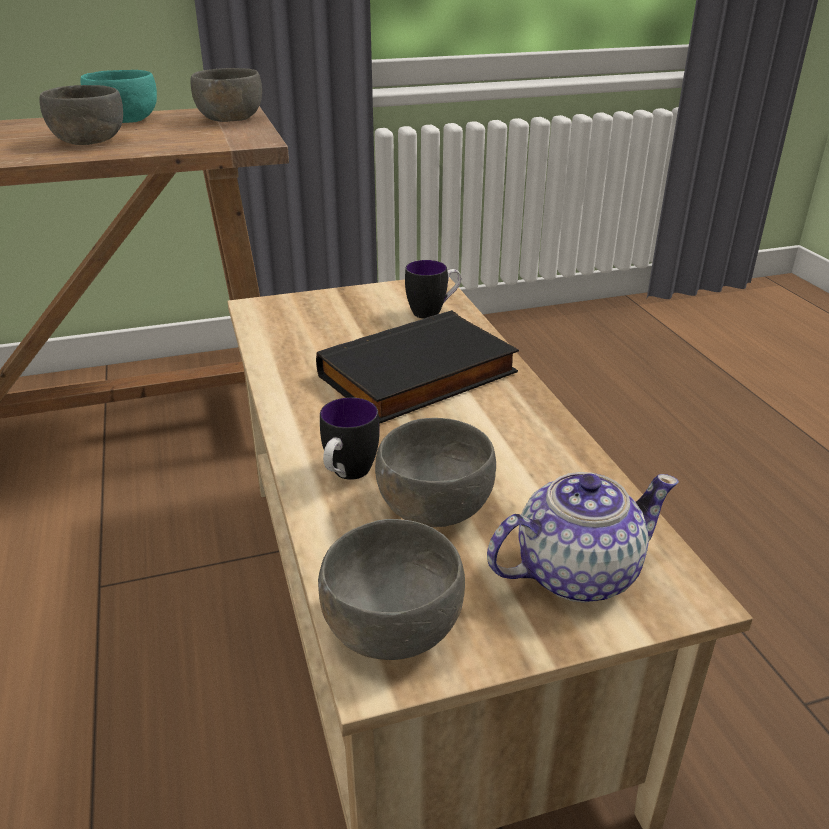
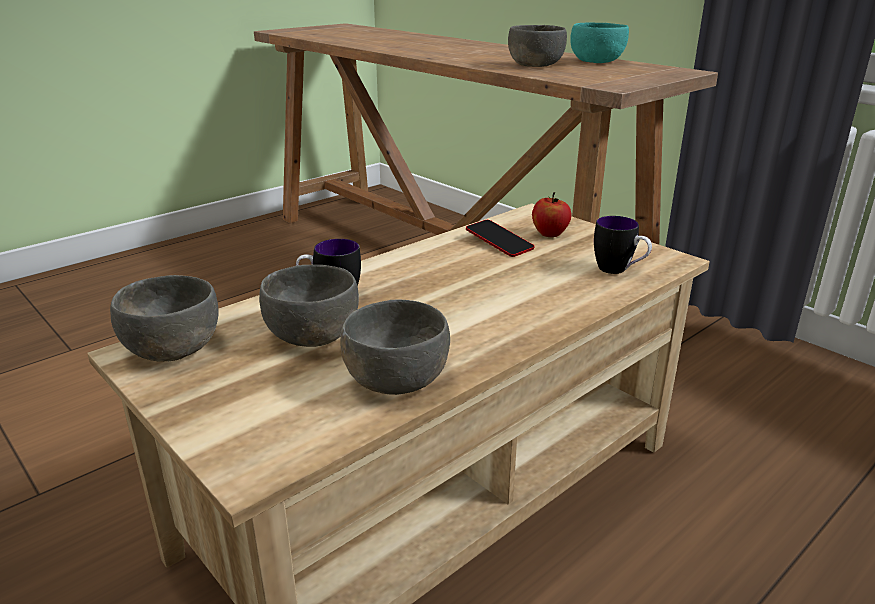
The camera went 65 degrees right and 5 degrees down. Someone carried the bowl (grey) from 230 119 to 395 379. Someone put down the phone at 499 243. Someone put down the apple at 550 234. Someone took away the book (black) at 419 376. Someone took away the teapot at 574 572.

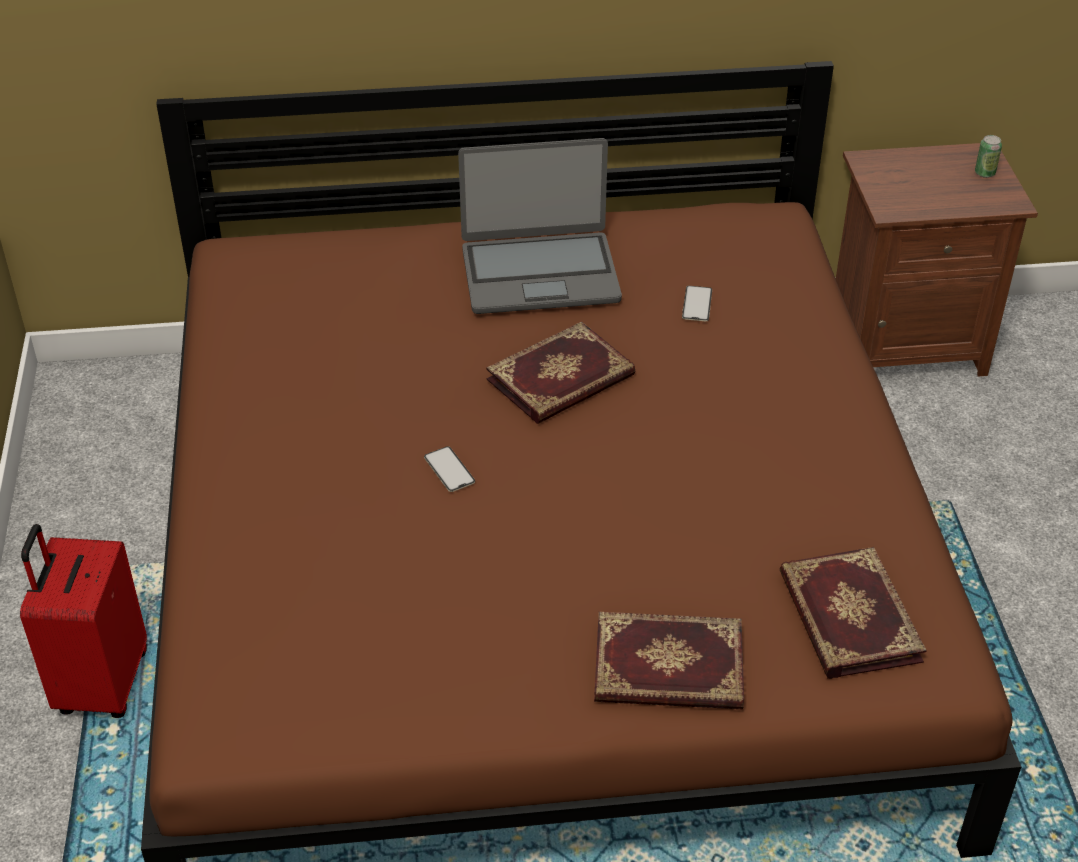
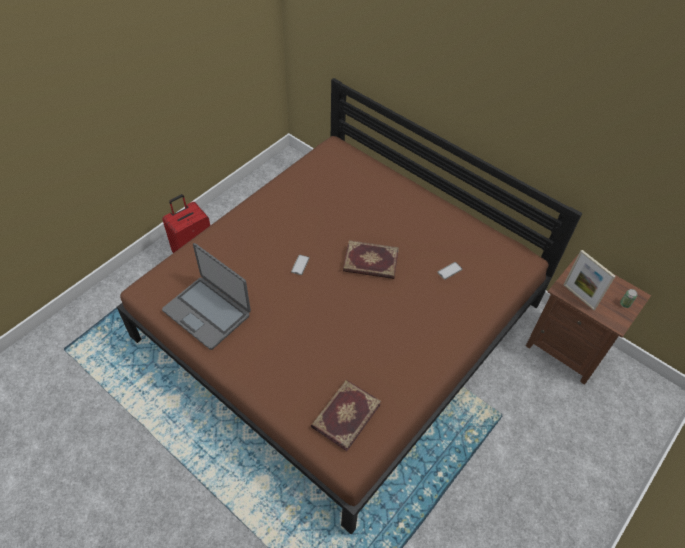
The camera went 45 degrees right and 10 degrees up. Someone carried the laptop from 540 273 to 207 312. Someone put down the picture frame at 579 296. Someone took away the book at 668 668.

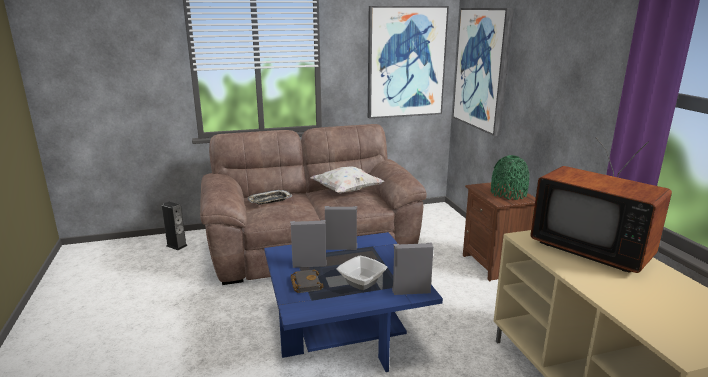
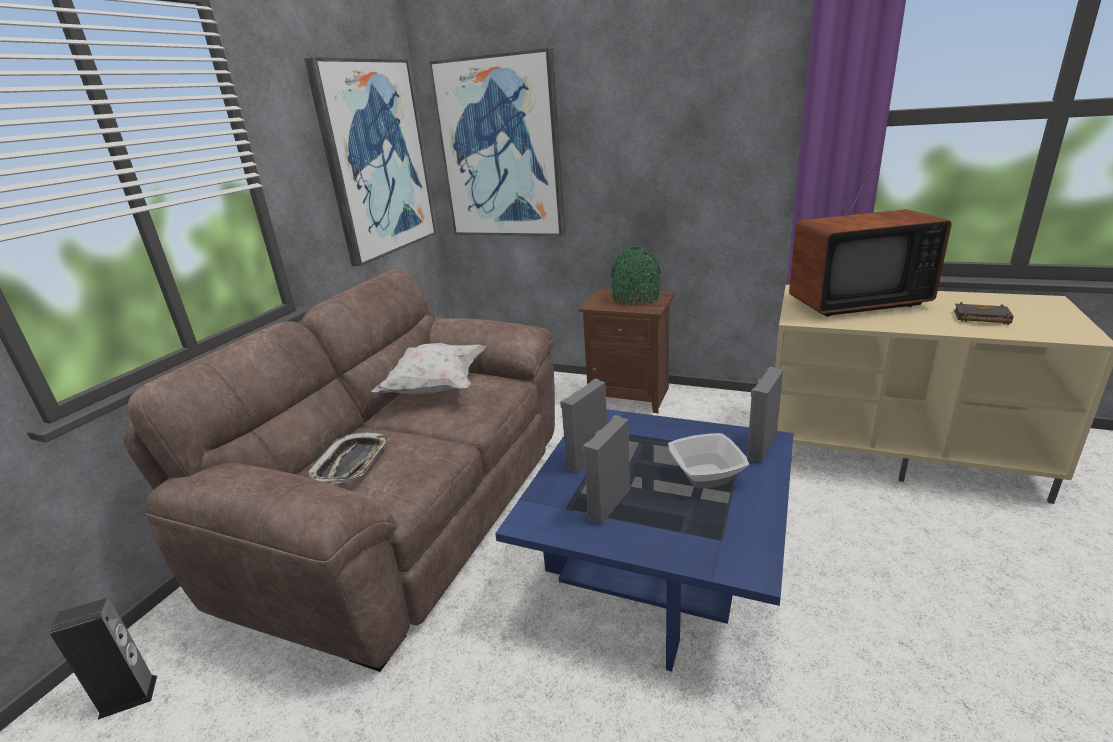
The camera went 50 degrees left and 5 degrees up. Someone carried the book (black) from 305 283 to 980 318.

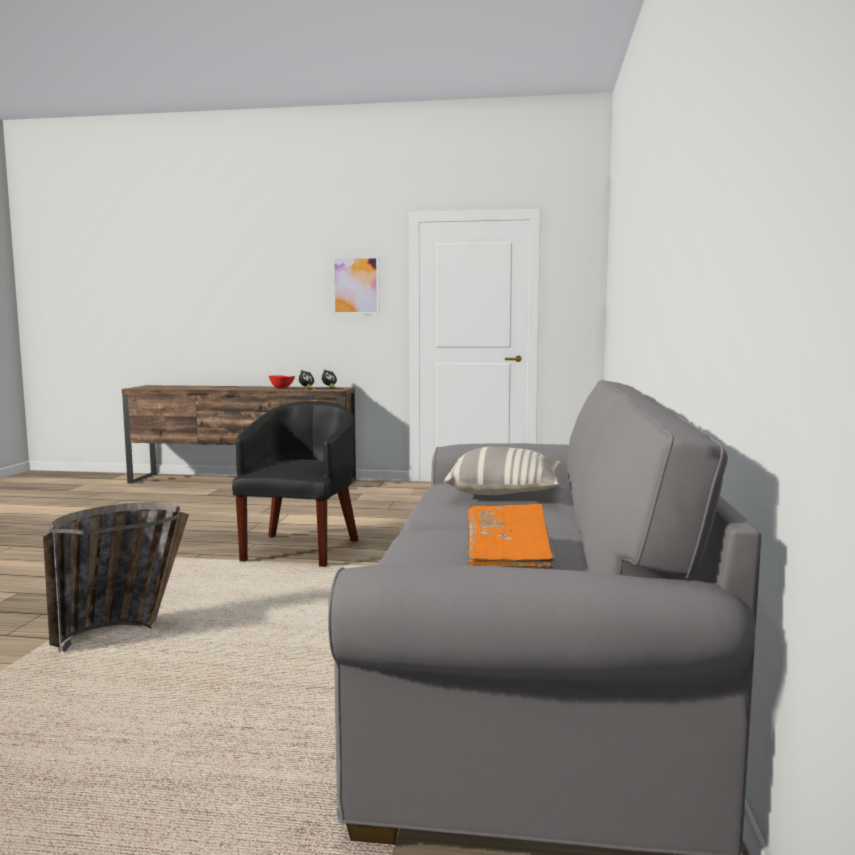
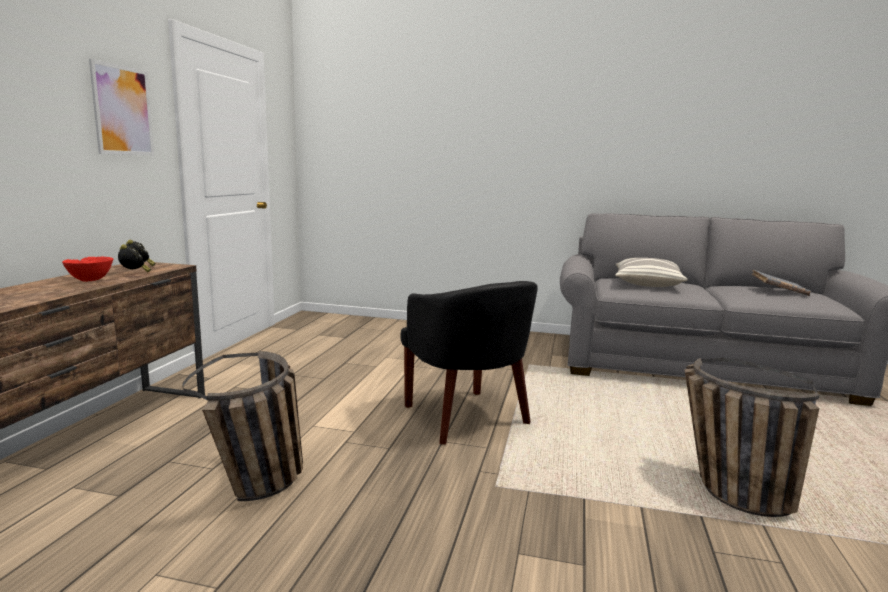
The camera went 85 degrees left and 5 degrees up. Someone put down the basket at 261 489. Someone rotated the armchair (black) at 301 549 by 135 degrees counterclockwise. Someone repainted the book (orange) at 508 555, which became the book (grey) at 779 291.

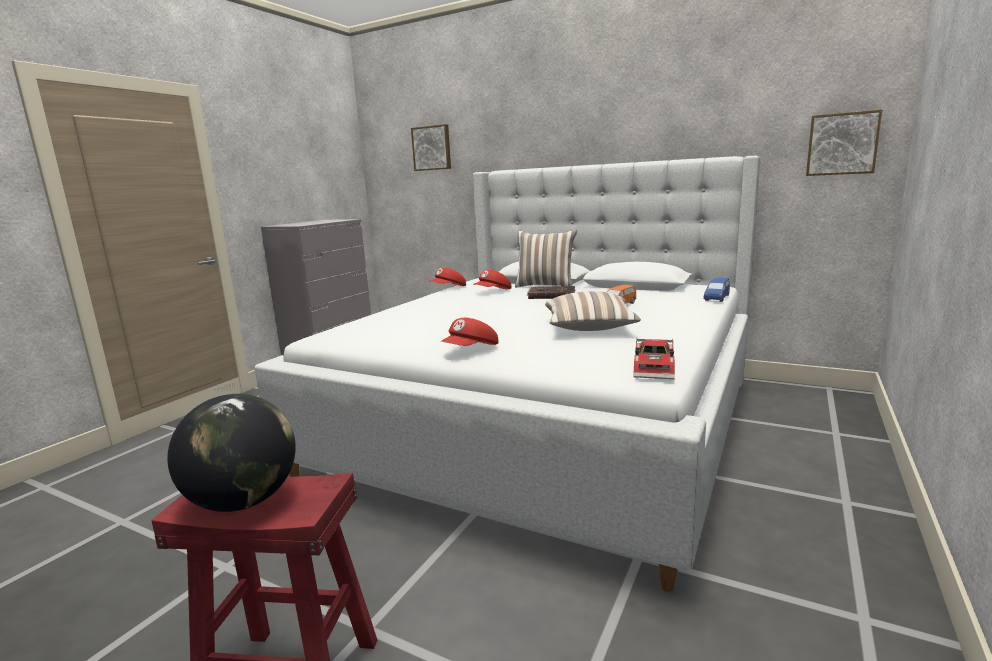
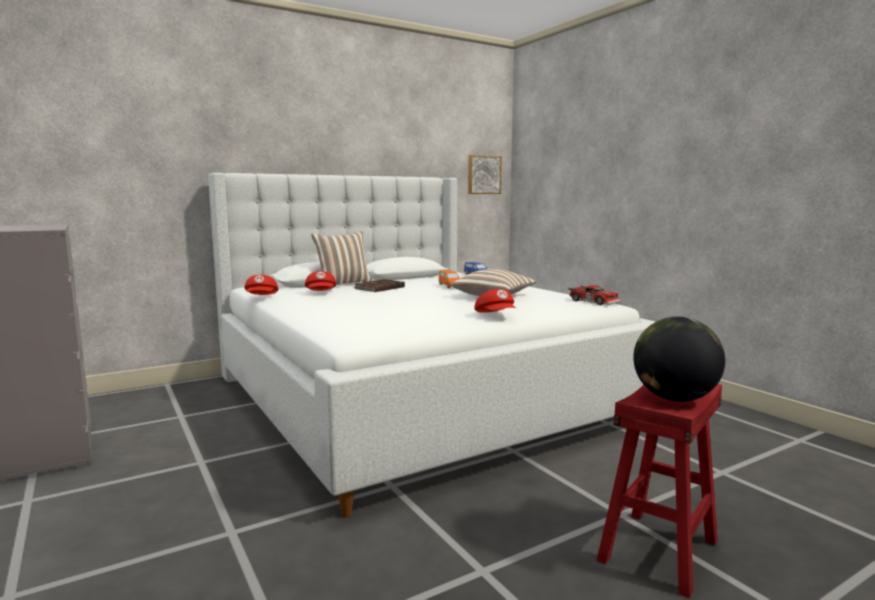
The camera went 60 degrees left and 5 degrees down. Someone took away the picture at 432 148.

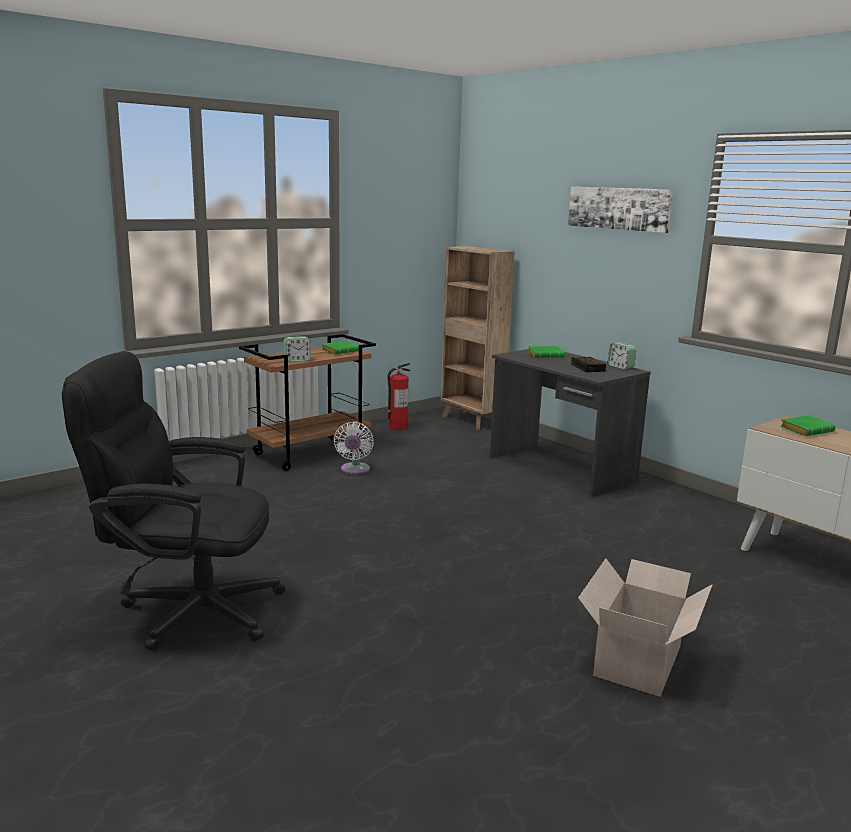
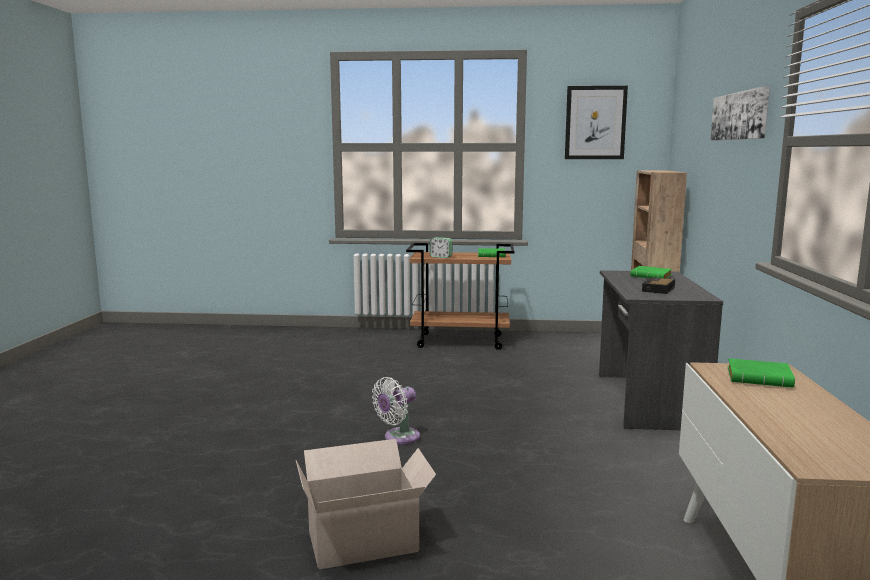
The camera went 45 degrees right and 5 degrees down. Someone carried the fan (white) from 354 470 to 398 437. Someone put up the picture at 595 123. Someone took away the office chair (black) at 187 609. Someone took away the fire extinguisher at 397 427. Someone took away the alarm clock at 620 367.

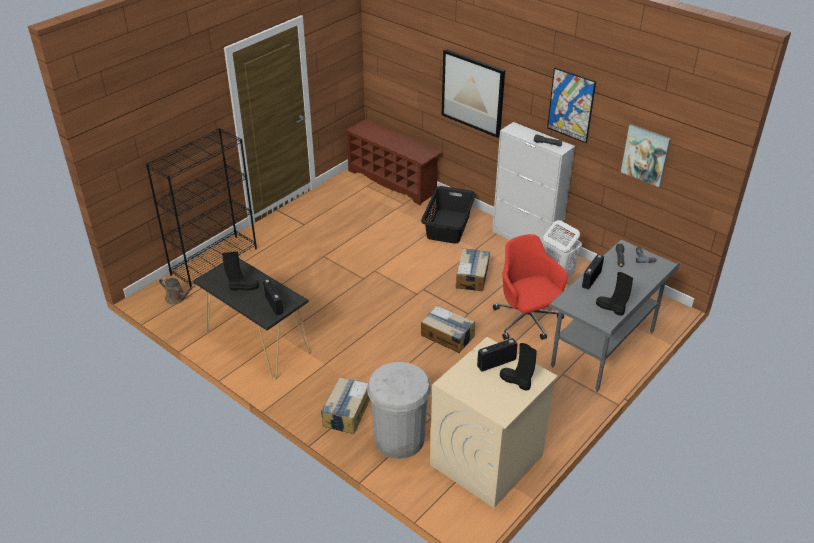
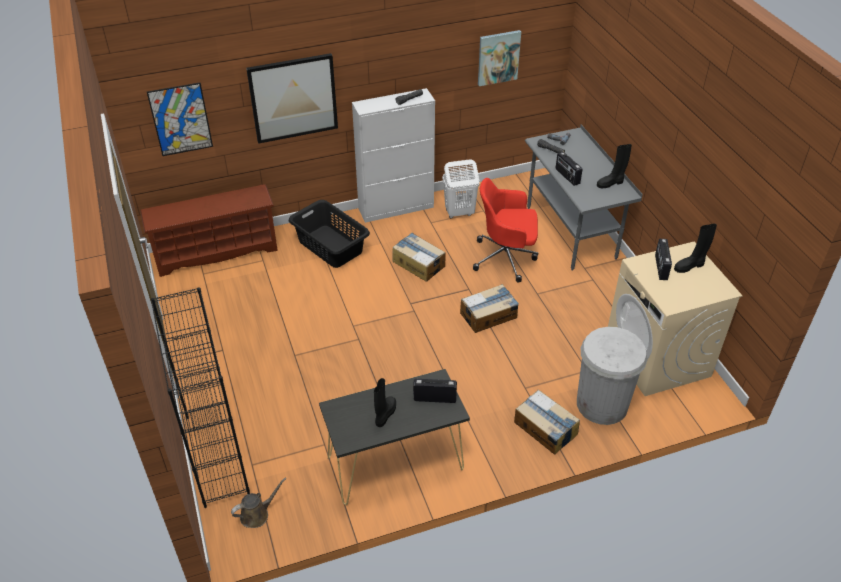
The camera went 60 degrees left and 5 degrees up. Someone carried the picture from 571 105 to 180 119.

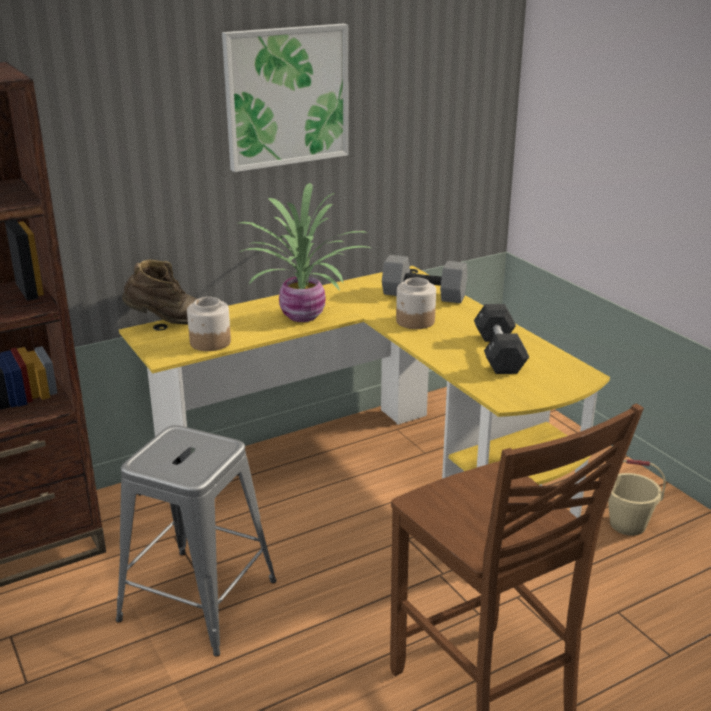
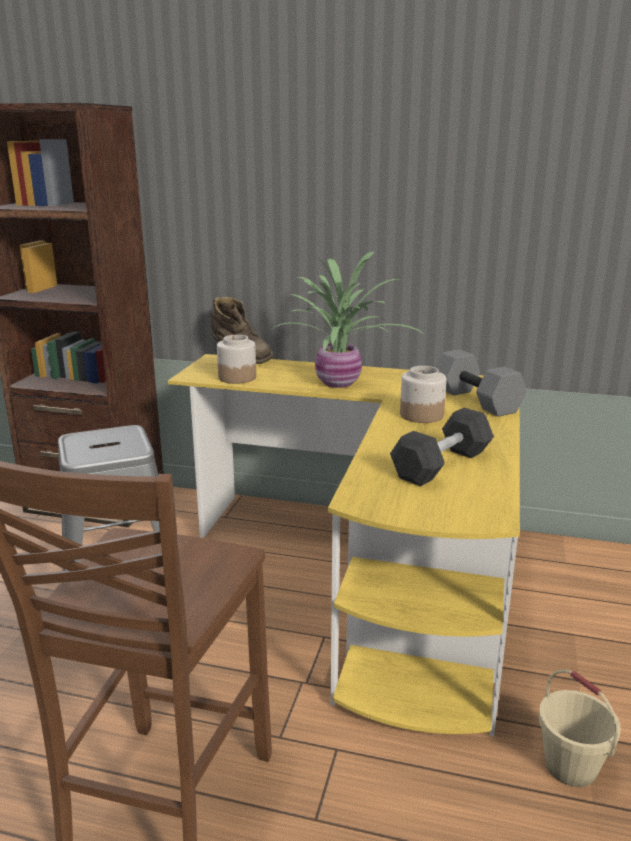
The camera went 45 degrees right and 5 degrees down. Someone took away the picture at 286 96.

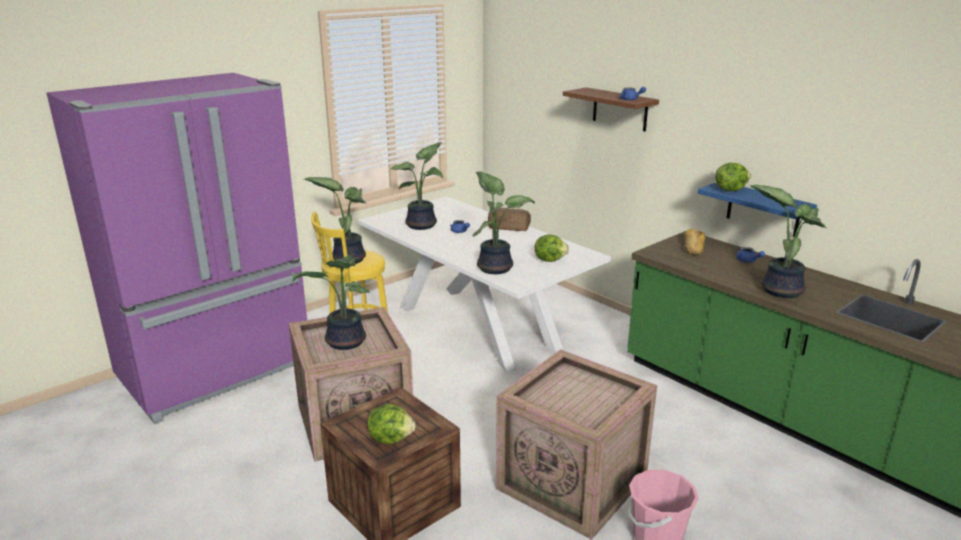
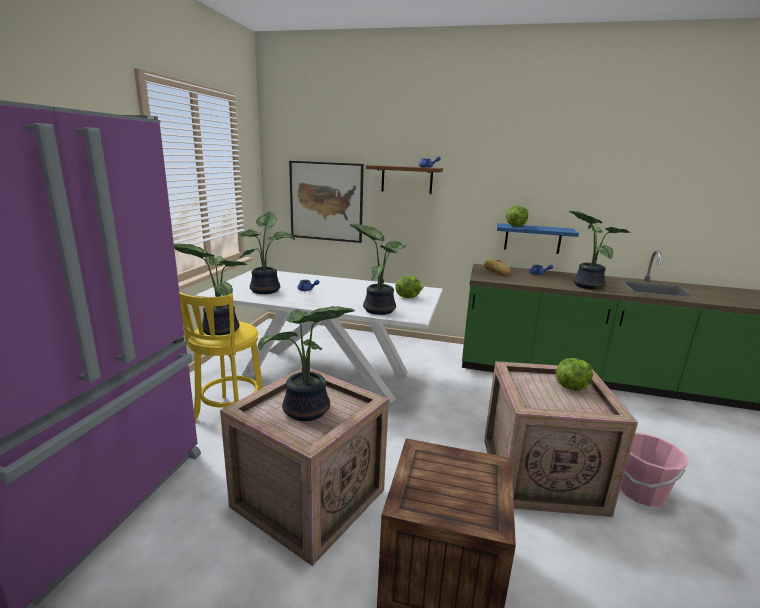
The camera went 35 degrees left and 5 degrees down. Someone put up the picture at 326 201. Someone carried the lettuce from 391 438 to 571 387. Someone took away the bread at 509 227.

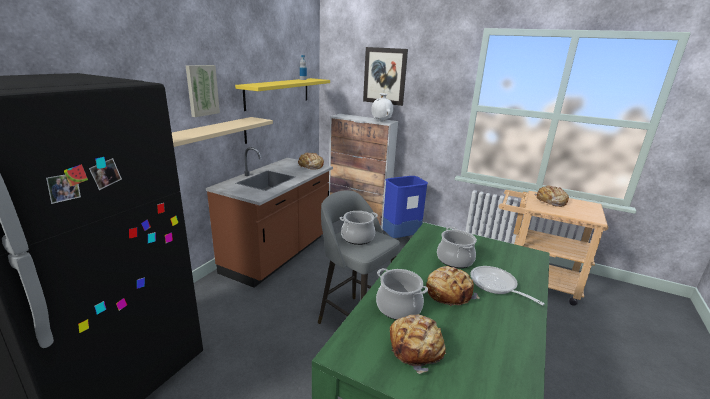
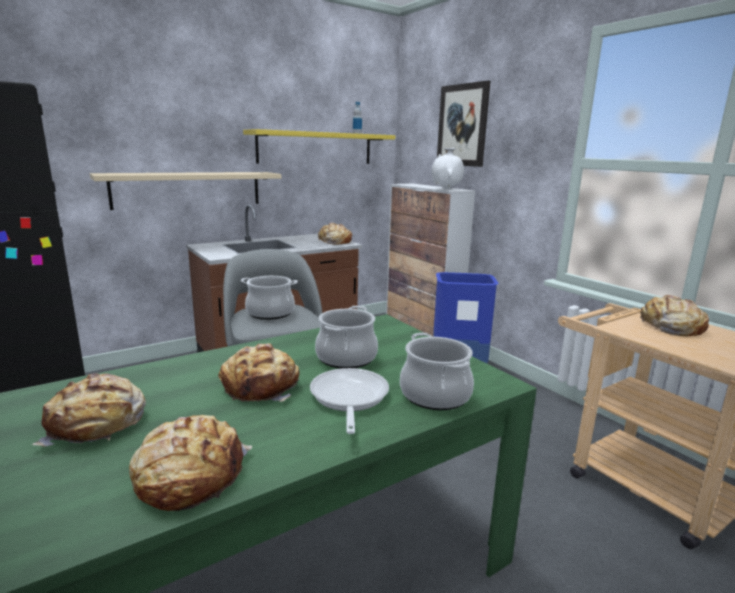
The camera went 30 degrees right and 5 degrees down. Someone put down the bread at 189 475. Someone carried the cooking pot from 399 307 to 435 395. Someone took away the picture at 201 90.

